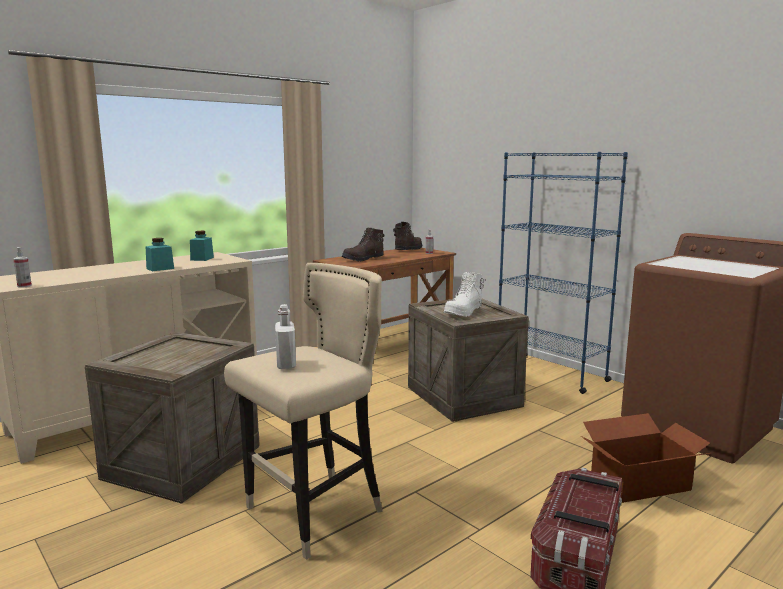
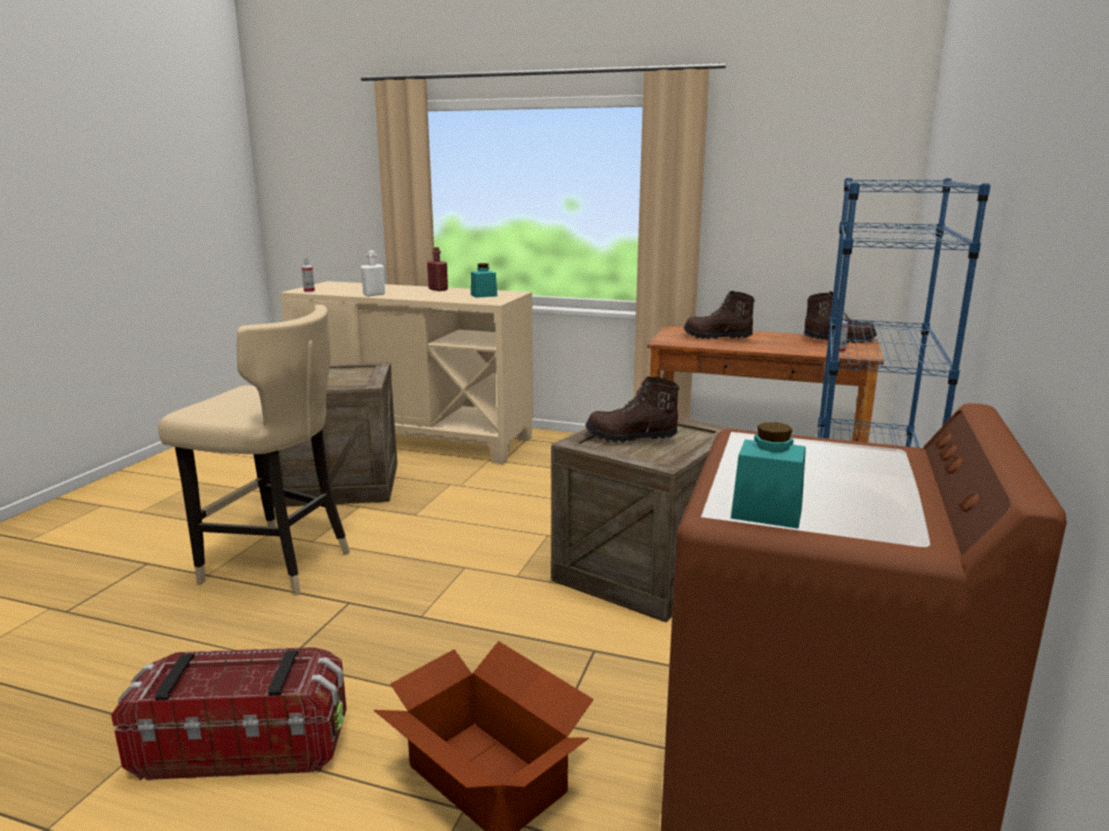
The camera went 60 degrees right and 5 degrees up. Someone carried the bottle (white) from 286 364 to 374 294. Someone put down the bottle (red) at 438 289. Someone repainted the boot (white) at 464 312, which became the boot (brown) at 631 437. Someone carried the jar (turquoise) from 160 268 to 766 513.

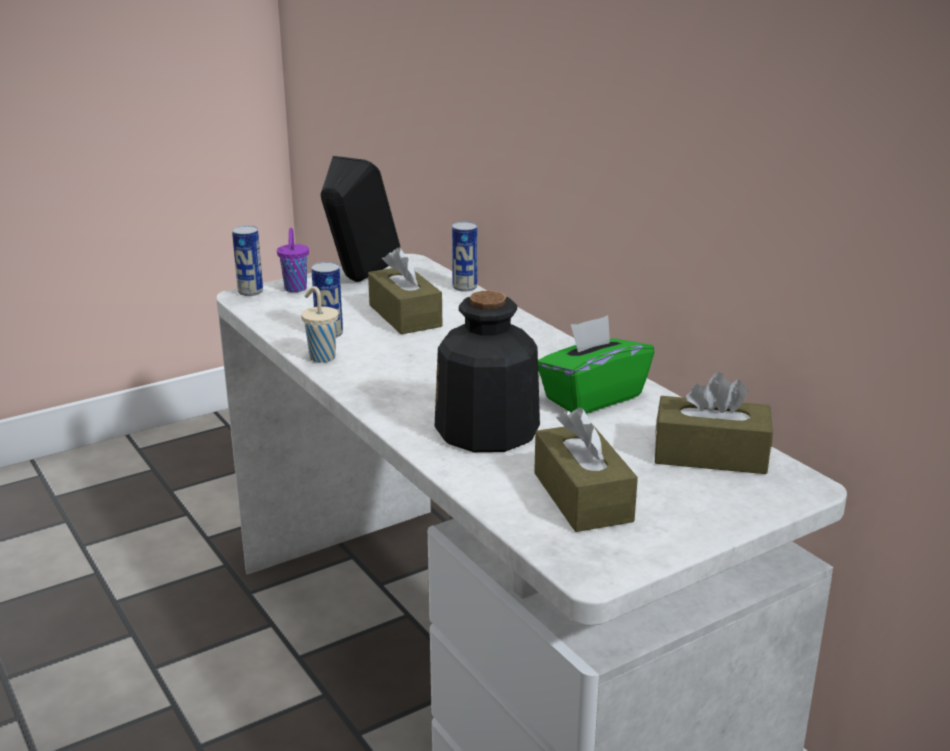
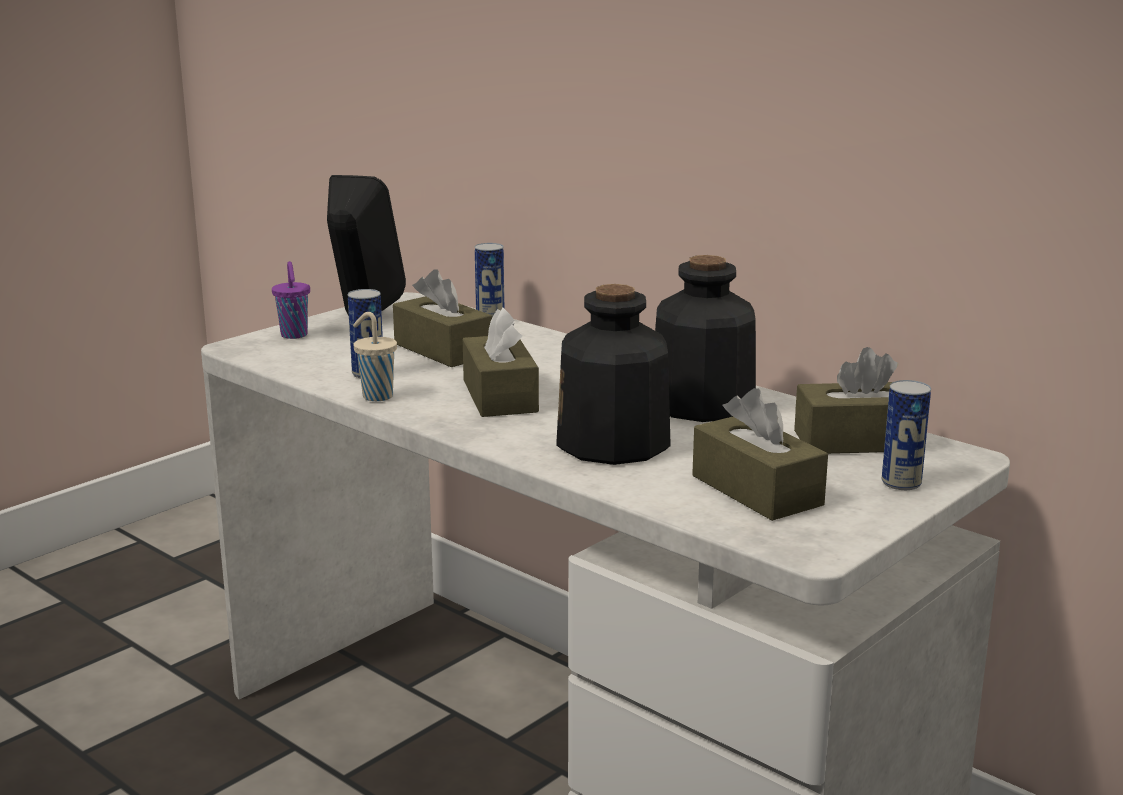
The camera went 15 degrees left and 5 degrees down. Someone put down the tissue box (brown) at 500 396. Someone swapped the tissue box (green) at 592 397 for the bottle at 702 404. Someone carried the can from 250 292 to 901 483.

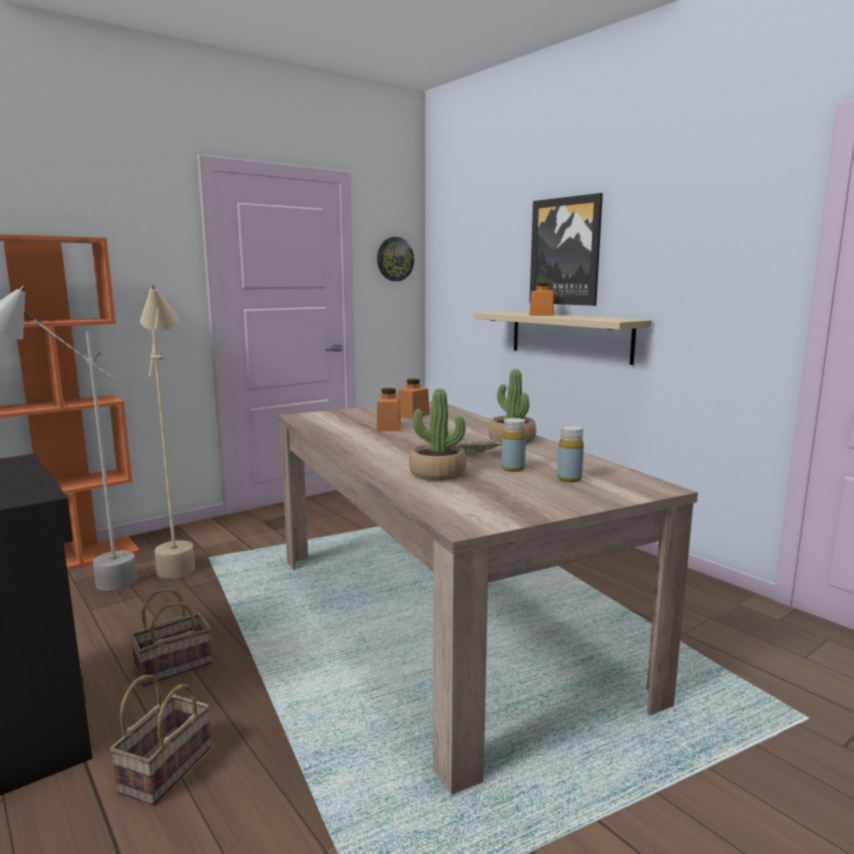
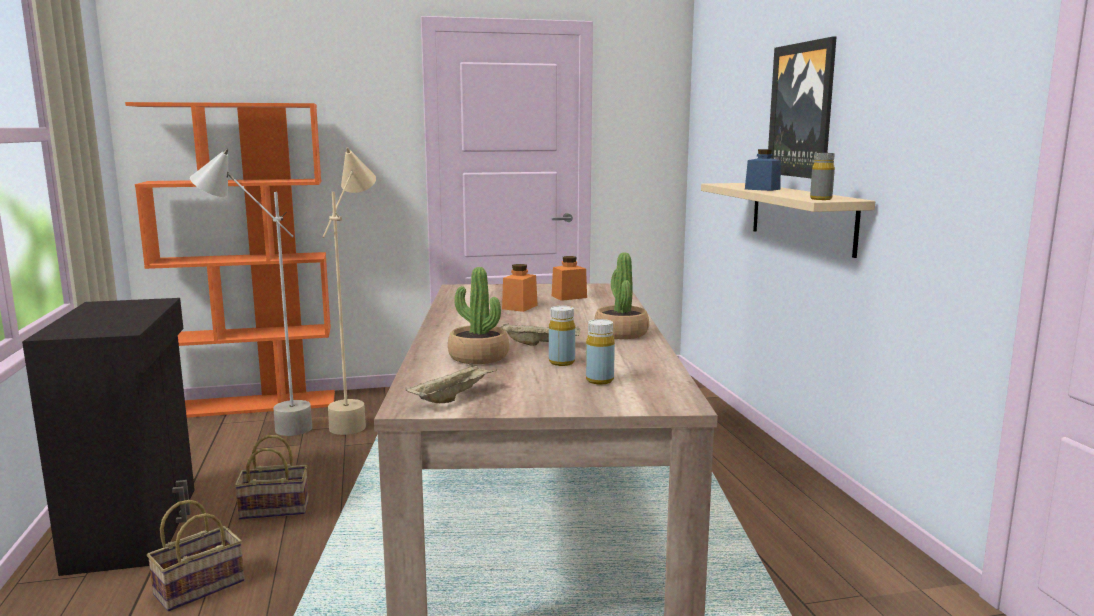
The camera went 25 degrees right and 0 degrees up. Someone put down the tray (beige) at 452 397. Someone repainted the jar (orange) at 541 315, which became the jar (blue) at 762 189. Someone put down the bottle (grey) at 820 199. Someone took away the wall clock at 394 259.

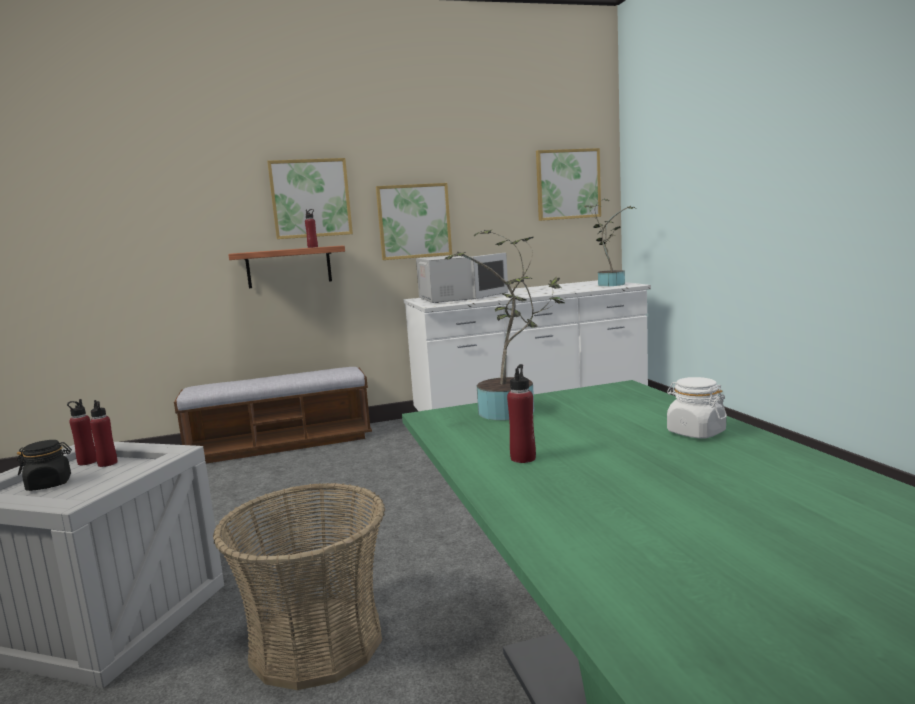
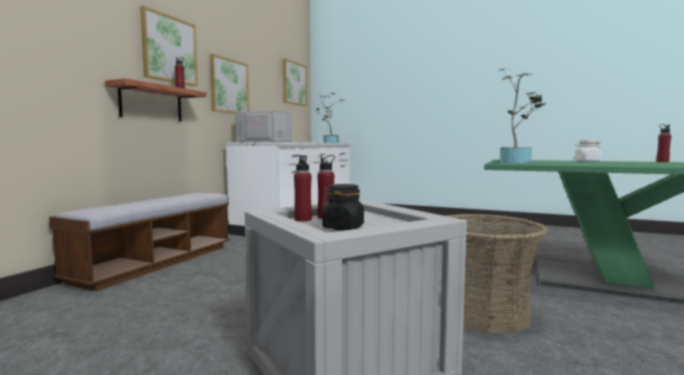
The camera went 50 degrees left and 5 degrees down. Someone carried the bottle (red) from 523 458 to 662 161.

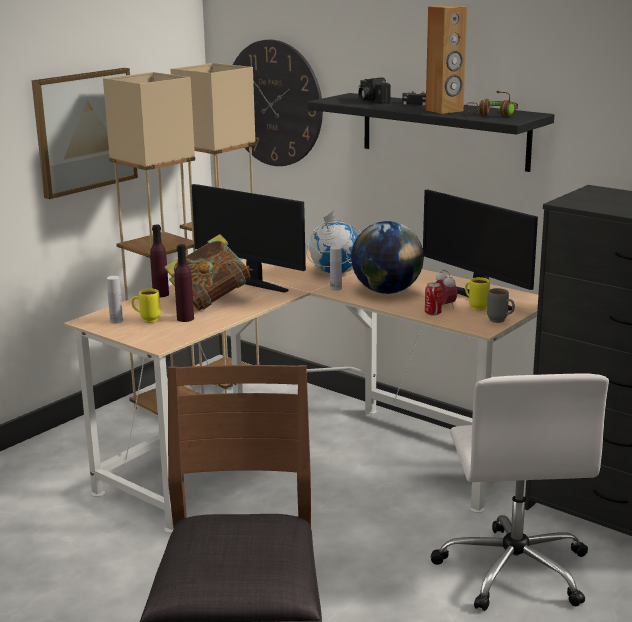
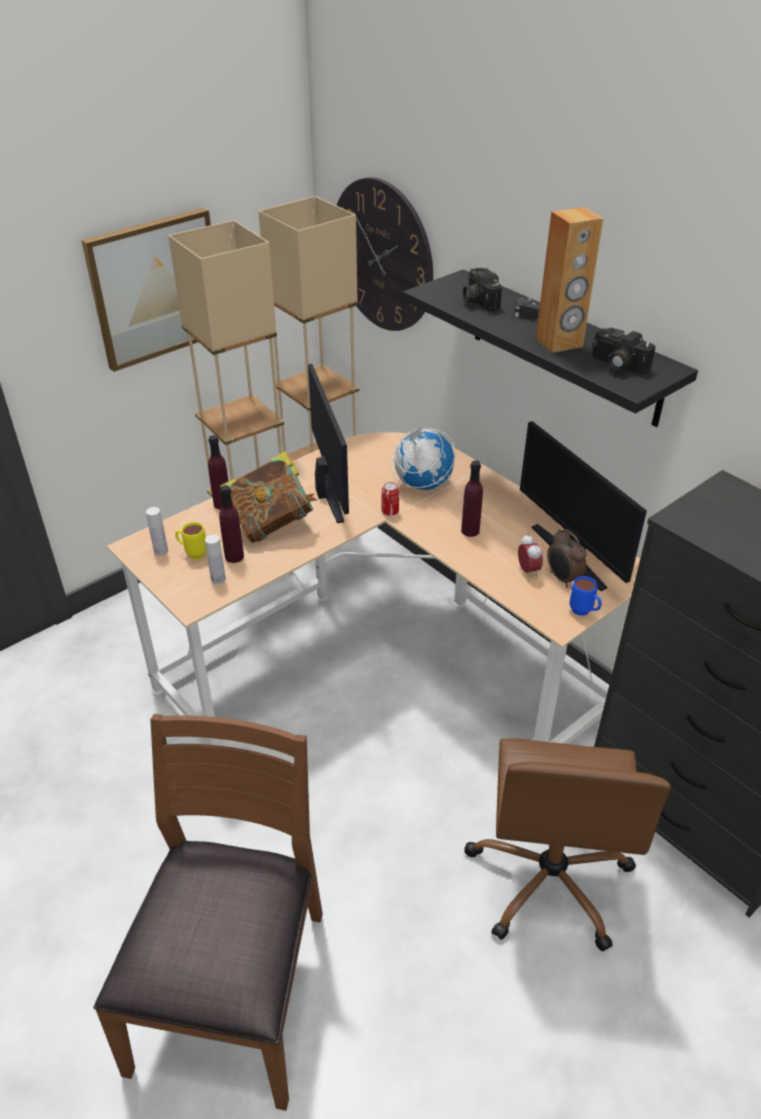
The camera went 10 degrees right and 20 degrees up. Someone carried the bottle (white) from 336 288 to 218 579. Someone rotated the monitor at 251 282 by 150 degrees counterclockwise. Someone carried the can from 433 313 to 390 511. Someone swapped the globe at 386 291 for the bottle (purple) at 470 531. Someone repainted the office chair (white) at 514 569, which became the office chair (brown) at 549 878. Someone swapped the mug (yellow) at 475 307 for the alarm clock at 562 579. Someone repainted the mug (grey) at 500 321, which became the mug (blue) at 584 613. Someone swapped the headphones (brown) at 493 115 for the photo camera at 617 365.

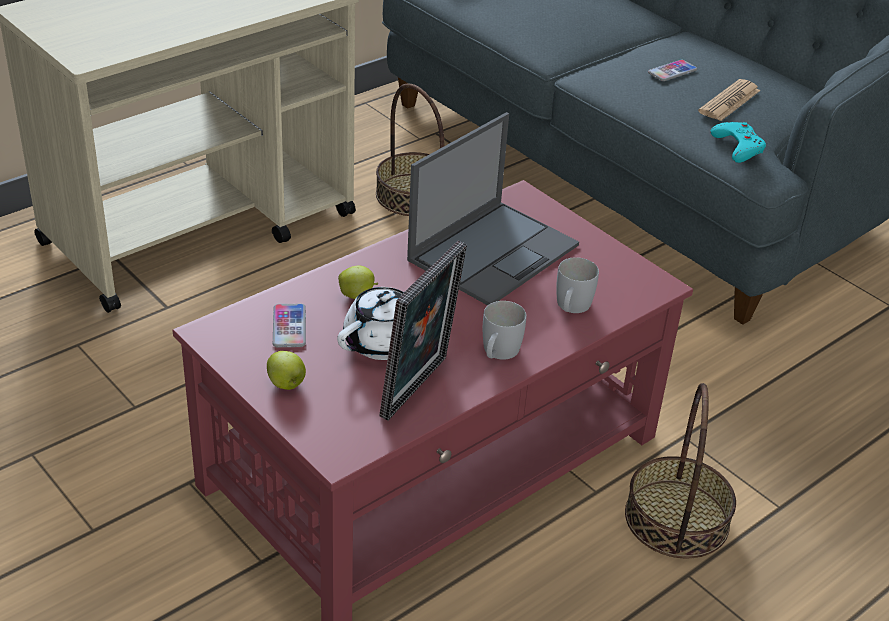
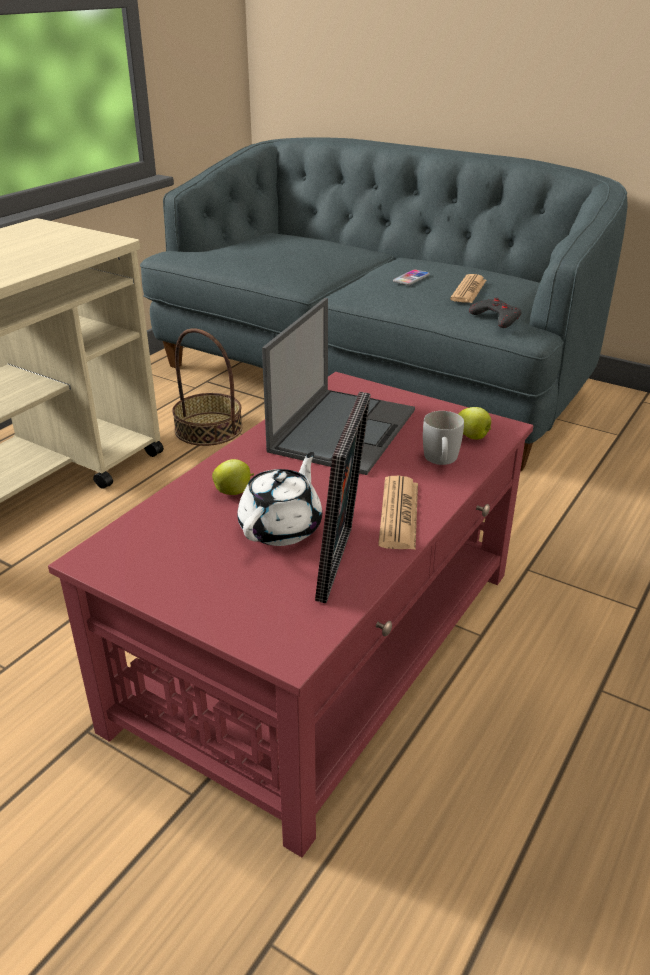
The camera went 15 degrees left and 5 degrees down. Someone swapped the mug (white) at 498 353 for the newspaper at 399 513. Someone carried the apple from 287 384 to 473 437. Someone repainted the game controller (turquoise) at 738 147, which became the game controller (grey) at 496 318. Someone took away the phone at 289 326. Someone took away the basket at 677 519.

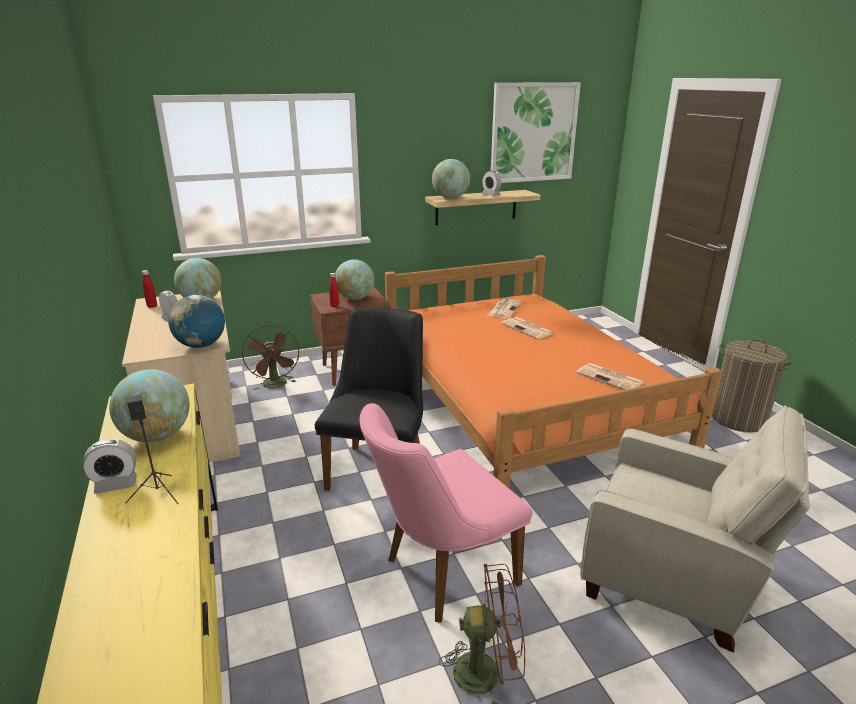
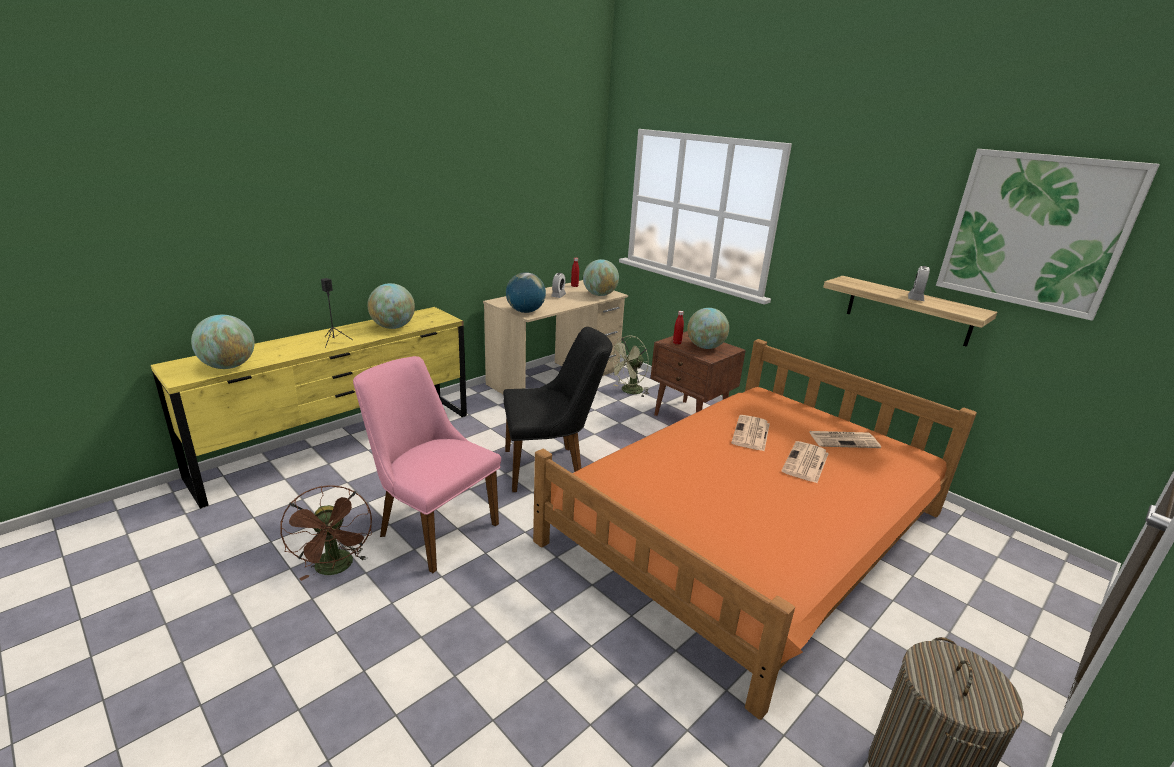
The camera went 65 degrees right and 0 degrees up. Someone carried the globe from 450 198 to 228 366. Someone repainted the fan (brown) at 276 385, which became the fan (green) at 629 391. Someone carried the newspaper from 610 378 to 751 434. Someone took away the alarm clock at 116 484. Someone took away the armchair (beige) at 672 580.

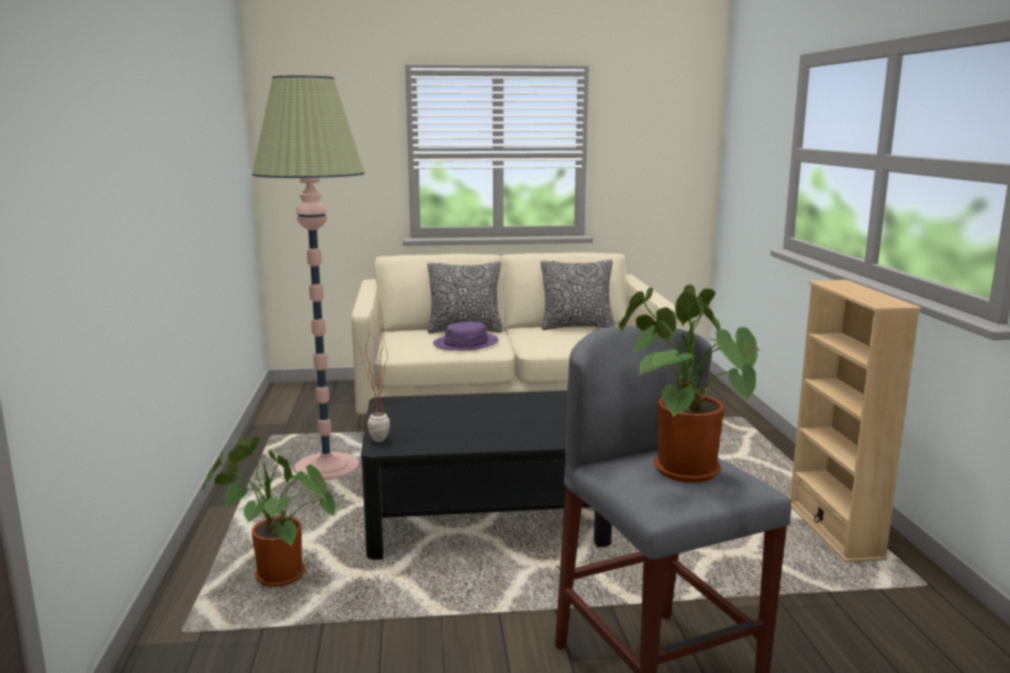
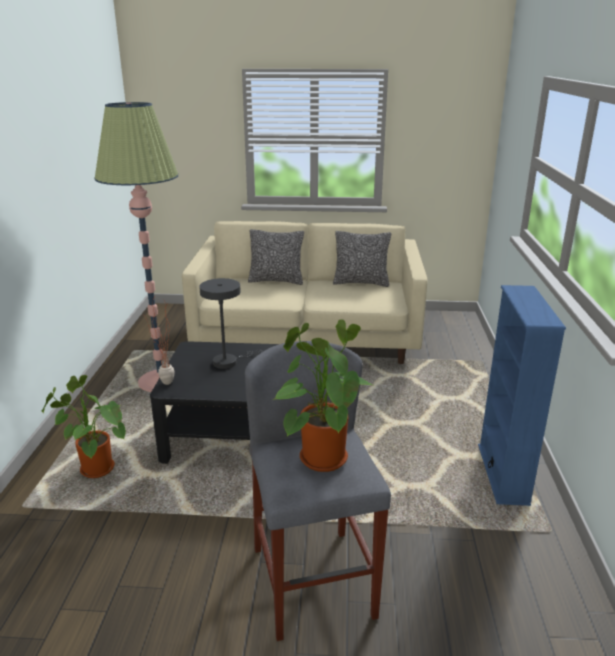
The camera went 10 degrees right and 10 degrees up. Someone put down the table lamp (grey) at 228 361. Someone repainted the bookcase (beige) at 833 530, which became the bookcase (blue) at 502 474. Someone took away the hat (purple) at 466 343.

